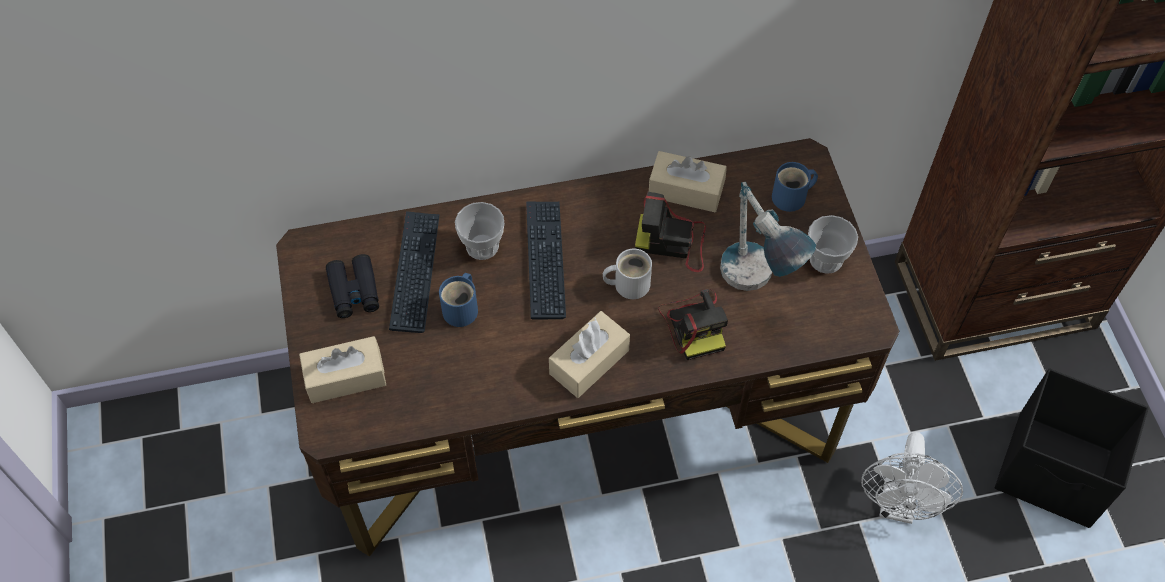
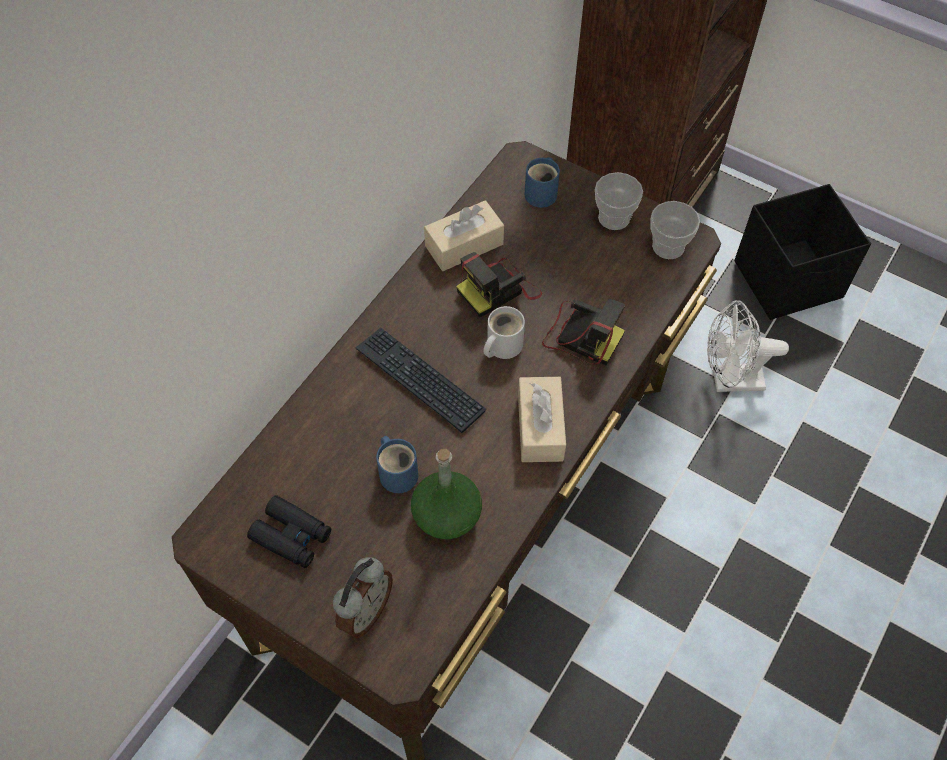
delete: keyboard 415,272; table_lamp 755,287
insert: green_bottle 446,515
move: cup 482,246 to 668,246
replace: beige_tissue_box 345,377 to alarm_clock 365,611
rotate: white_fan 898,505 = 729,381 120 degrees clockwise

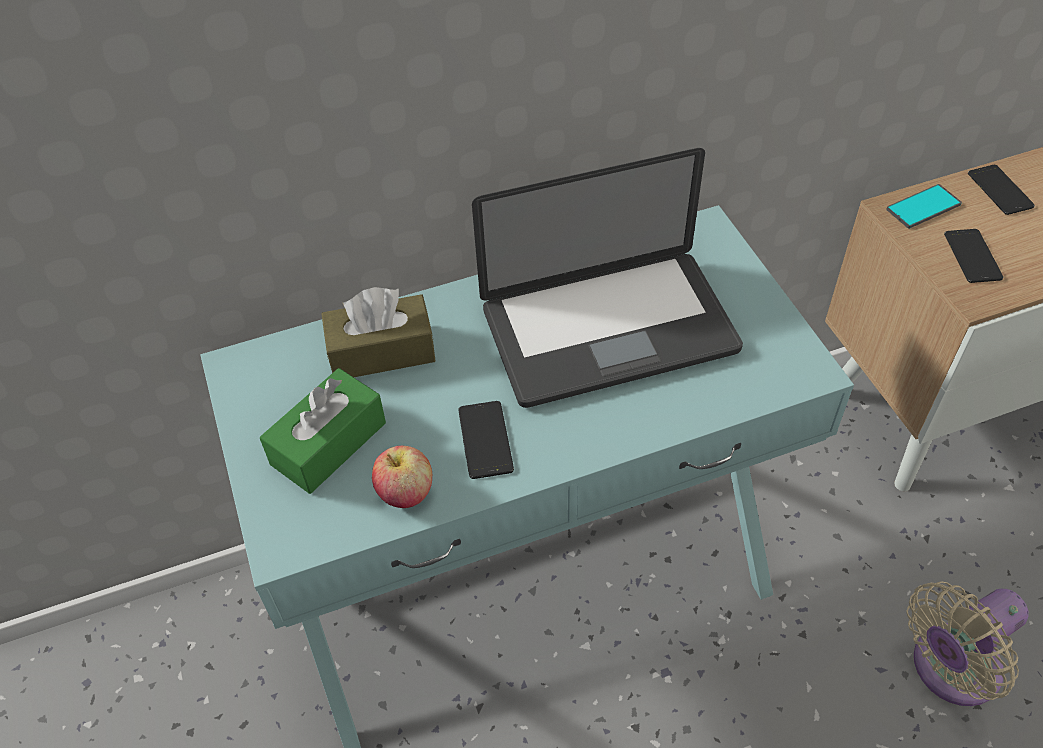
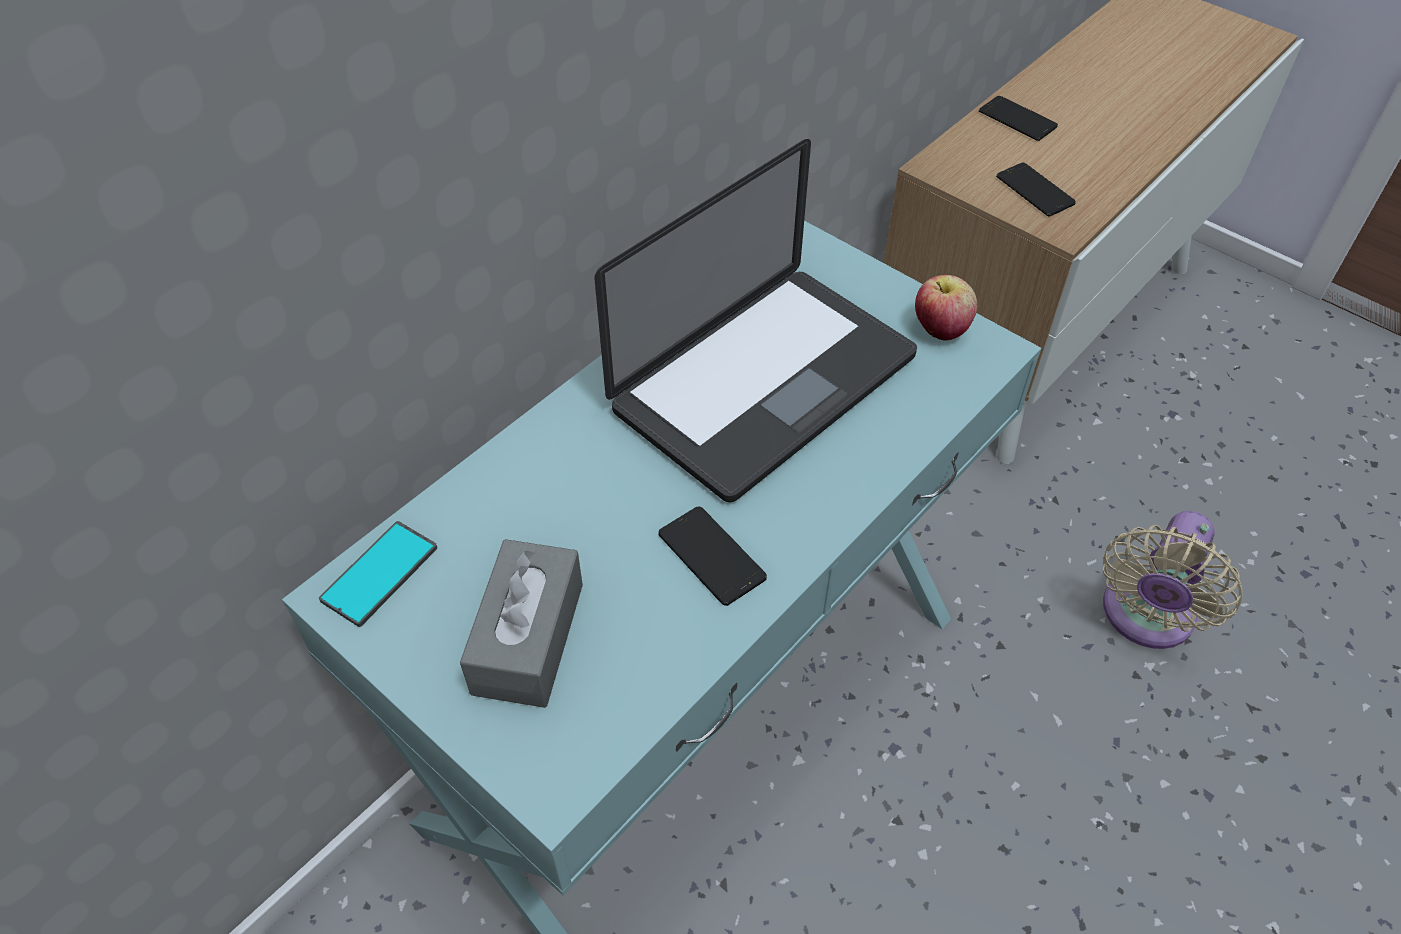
delete: brown_tissue_box 381,351
move: apple 406,493 to 940,329; phone 923,207 to 379,574
recolor: green_tissue_box 328,443 to grey_tissue_box 528,638

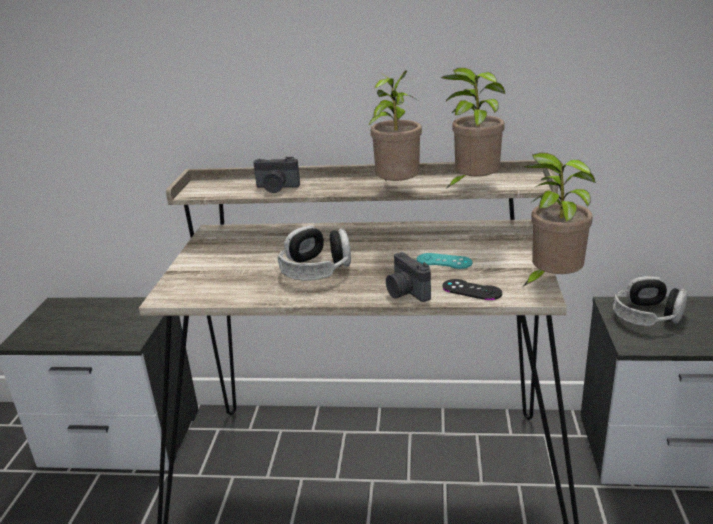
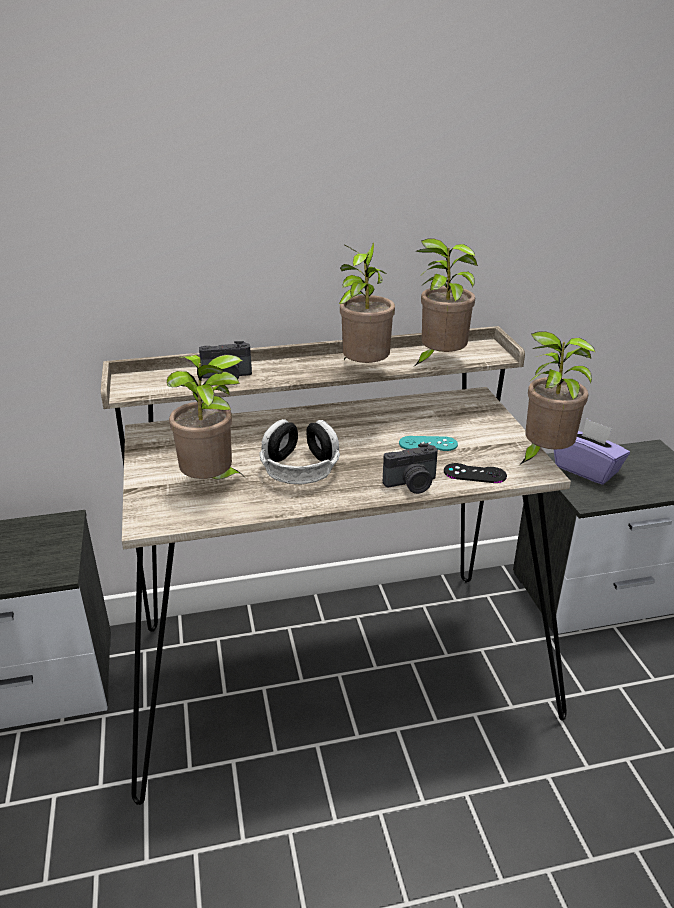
insert: potted_plant 212,483
replace: headphones 647,315 to purple_tissue_box 586,469
rotate: photo_camera 405,292 = 412,484 60 degrees counterclockwise

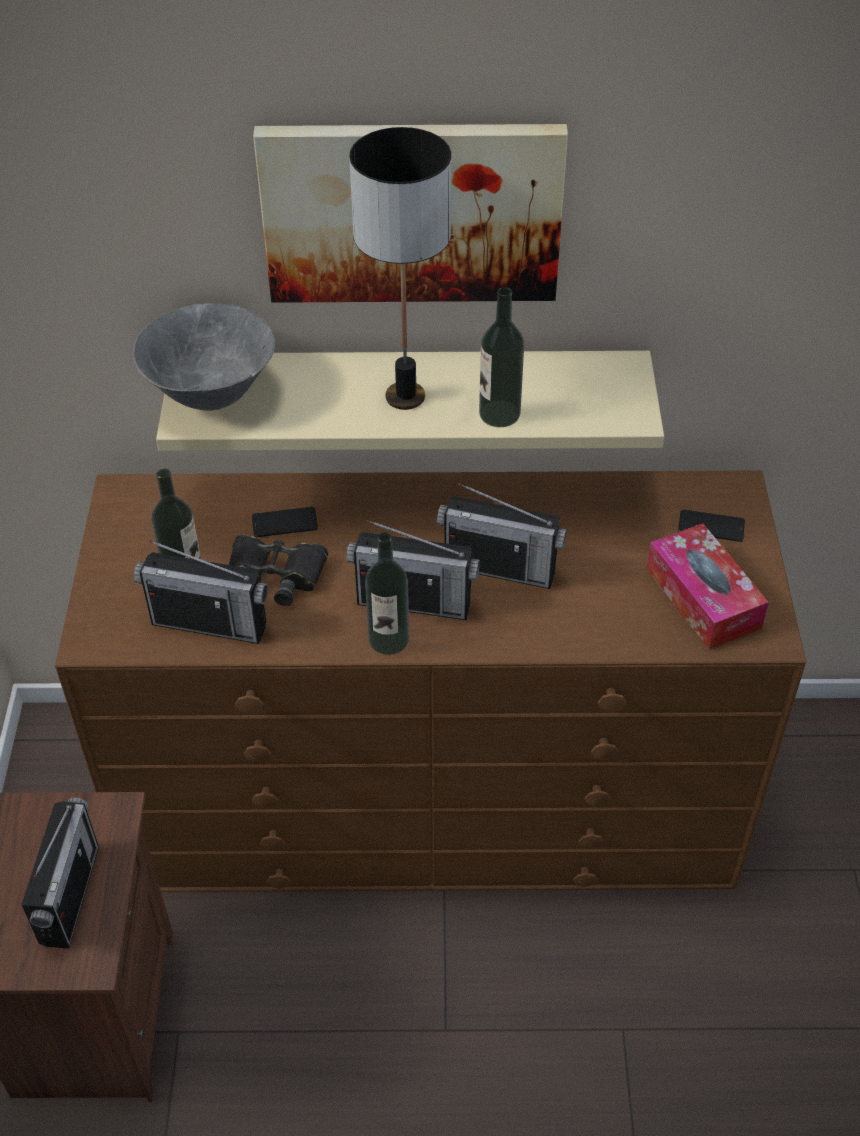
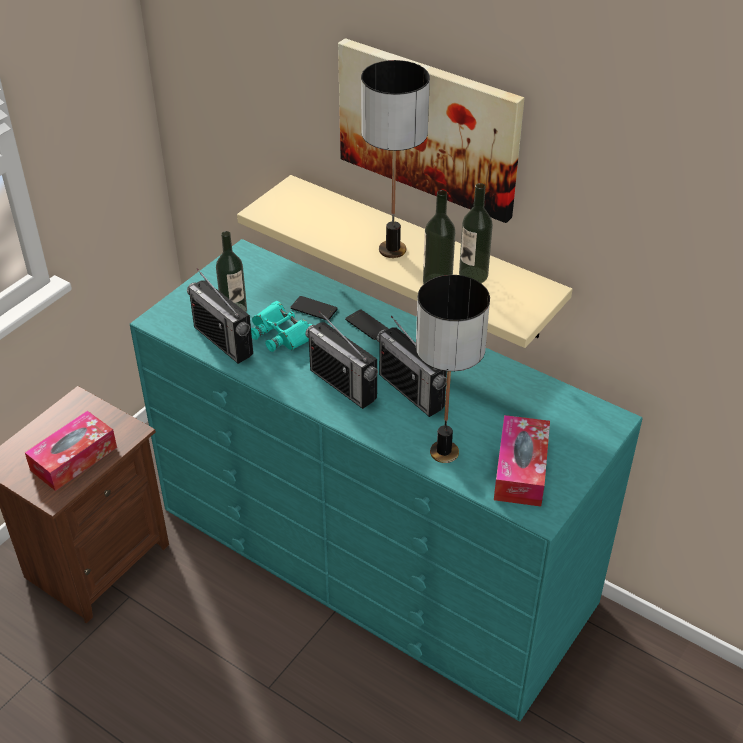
delete: grey_bowl 212,395
insert: table_lamp 443,452
move: bottle 388,639 to 473,275; phone 711,526 to 367,325
replace: radio 70,895 to tissue_box 74,459
recolor: brown_dresser 432,796 to turquoise_dresser 374,555; black_binoculars 275,575 to turquoise_binoculars 281,333

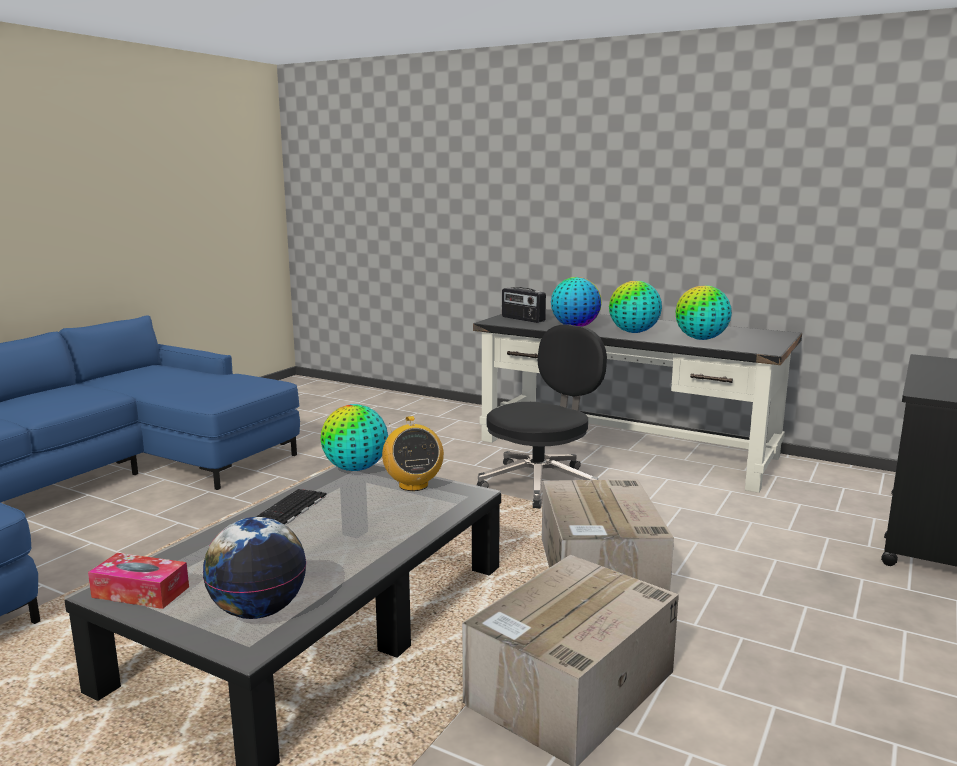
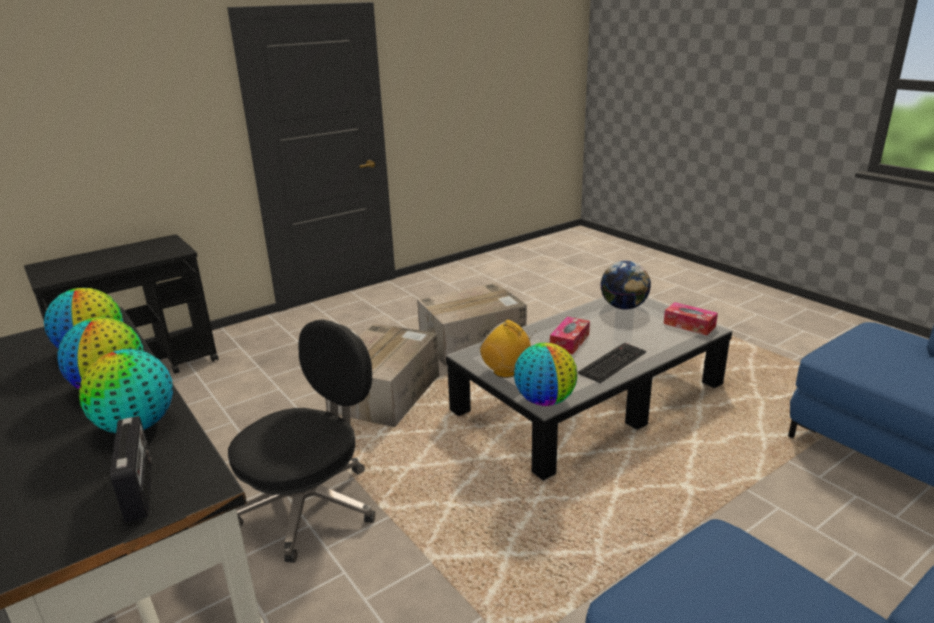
insert: tissue_box 569,342
rotate: radio 413,485 = 506,371 60 degrees counterclockwise; black_office_chair 541,483 = 311,506 150 degrees clockwise

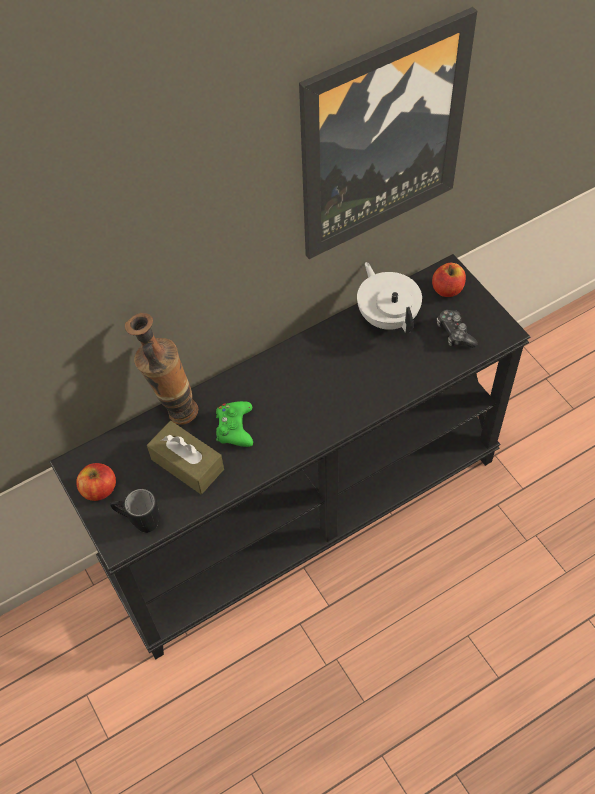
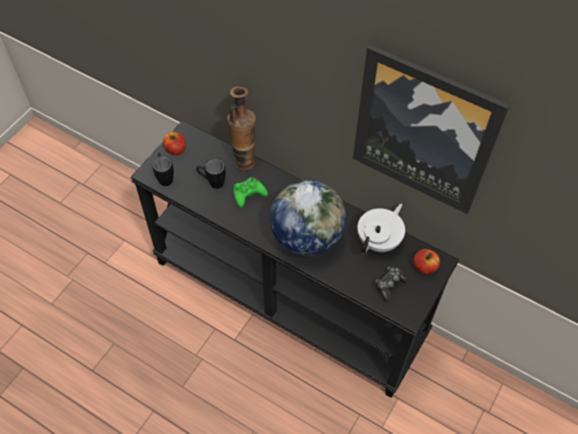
insert: globe 306,237
replace: brown_tissue_box 187,464 to black_mug 212,182

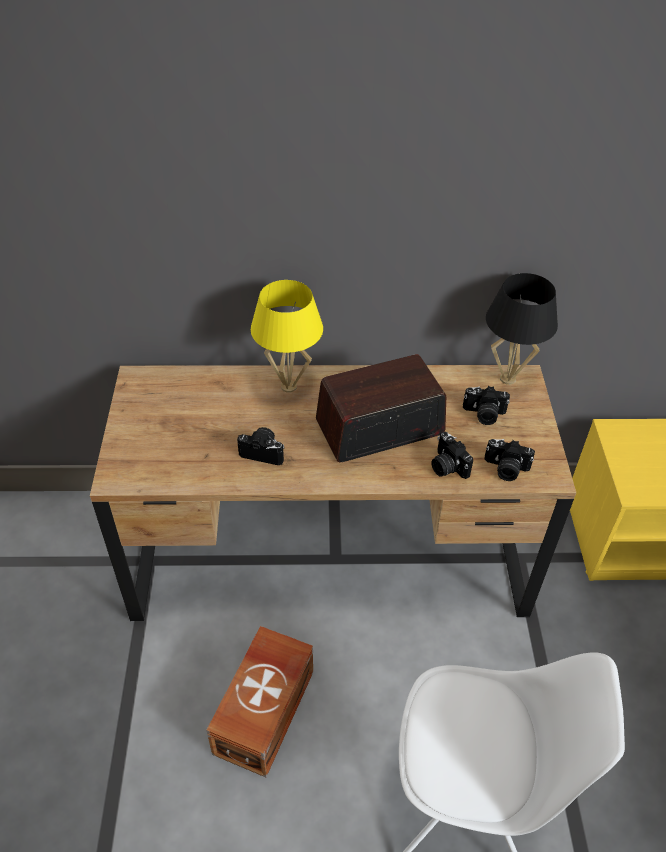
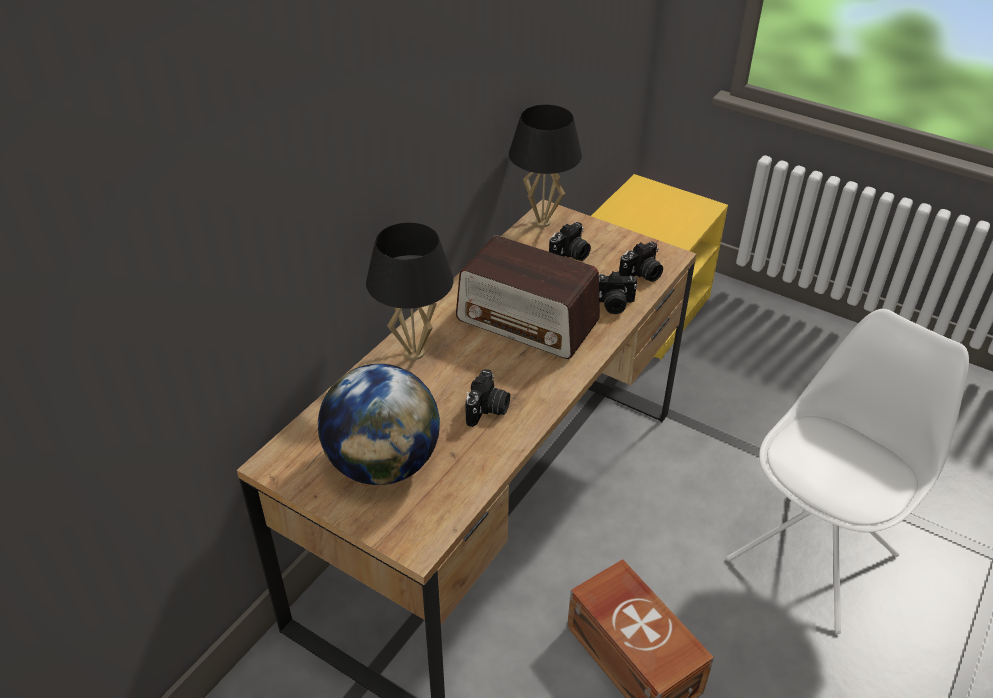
insert: globe 383,464
recolor: yellow_table_lamp 289,387 to black_table_lamp 415,353
rotate: photo_camera 263,452 = 488,410 150 degrees clockwise; radio 379,428 = 528,321 75 degrees counterclockwise

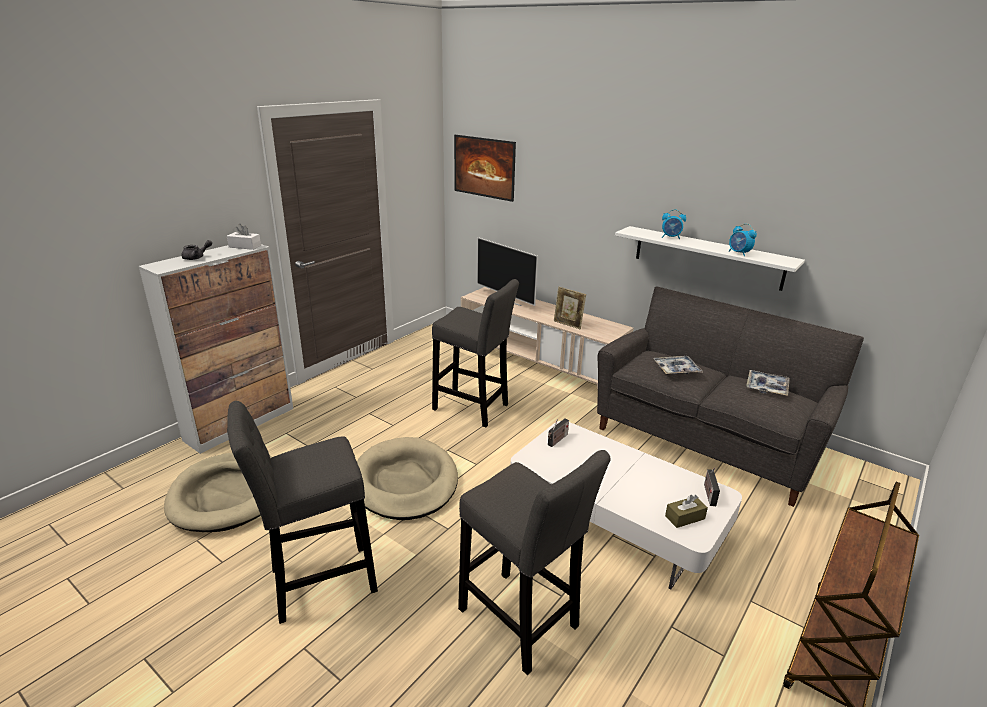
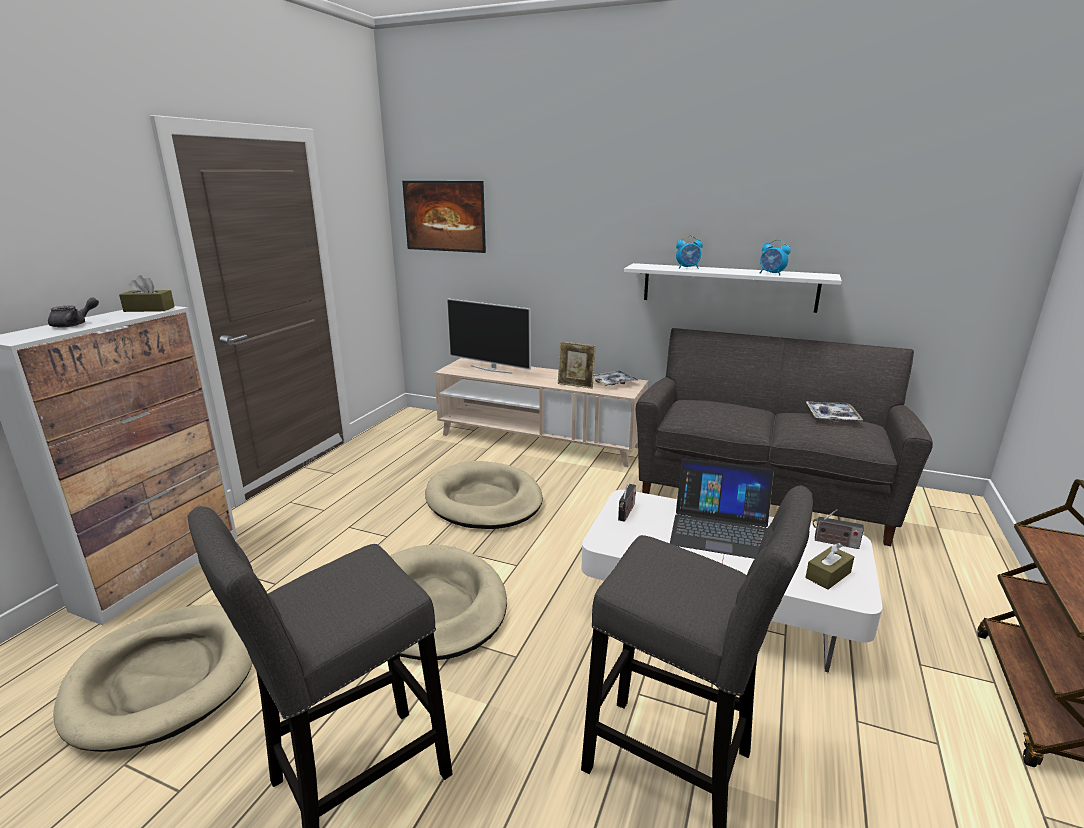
insert: laptop 720,529
move: tray 676,369 to 613,382
replace: grey_stool 473,409 to beige_dog_bed 484,500
recolor: white_tissue_box 245,246 to brown_tissue_box 149,309
rotate: radio 709,494 = 834,543 60 degrees counterclockwise

